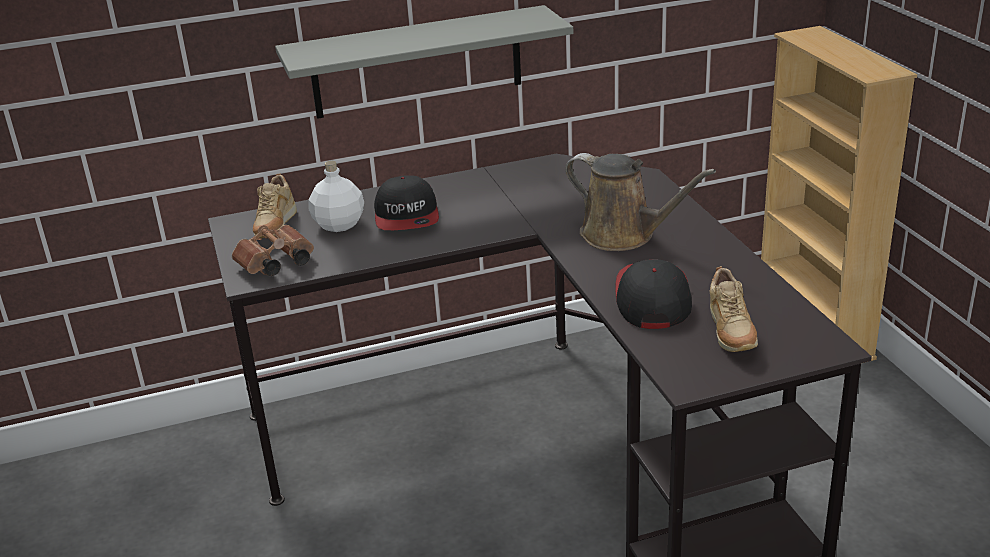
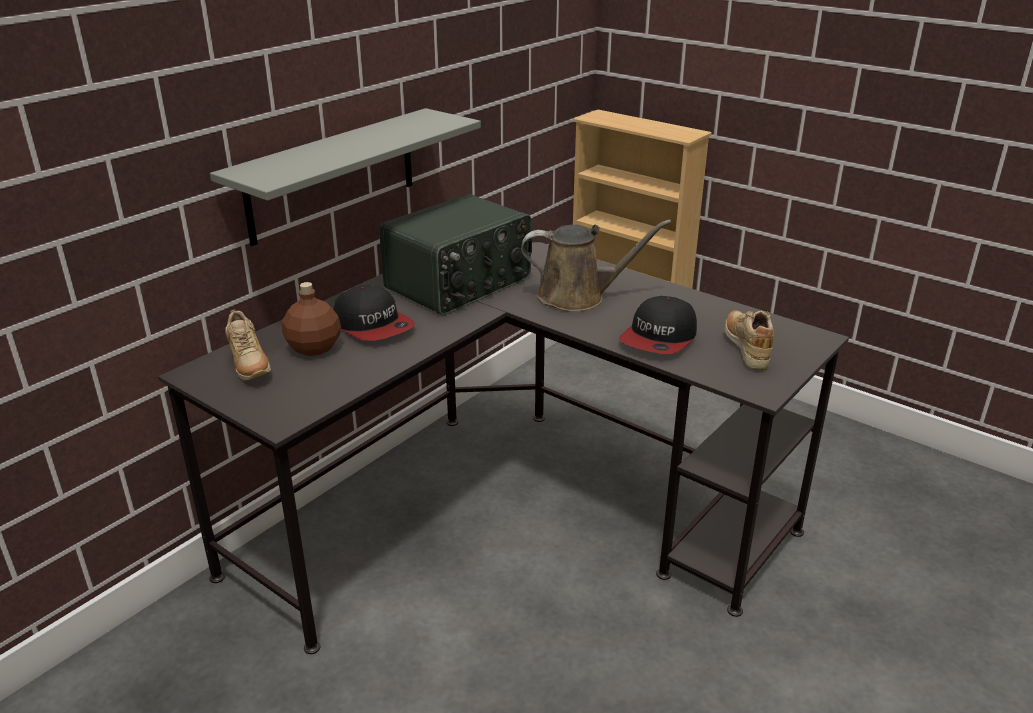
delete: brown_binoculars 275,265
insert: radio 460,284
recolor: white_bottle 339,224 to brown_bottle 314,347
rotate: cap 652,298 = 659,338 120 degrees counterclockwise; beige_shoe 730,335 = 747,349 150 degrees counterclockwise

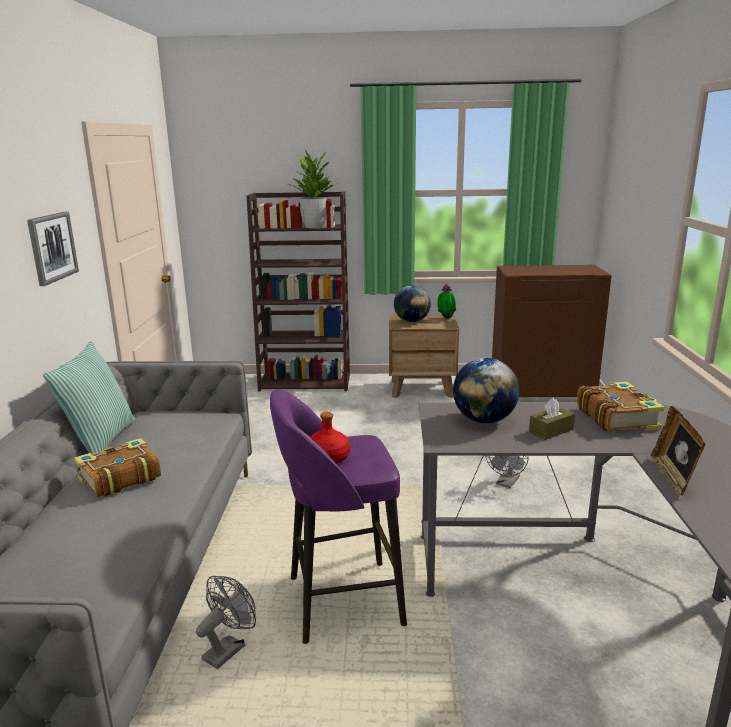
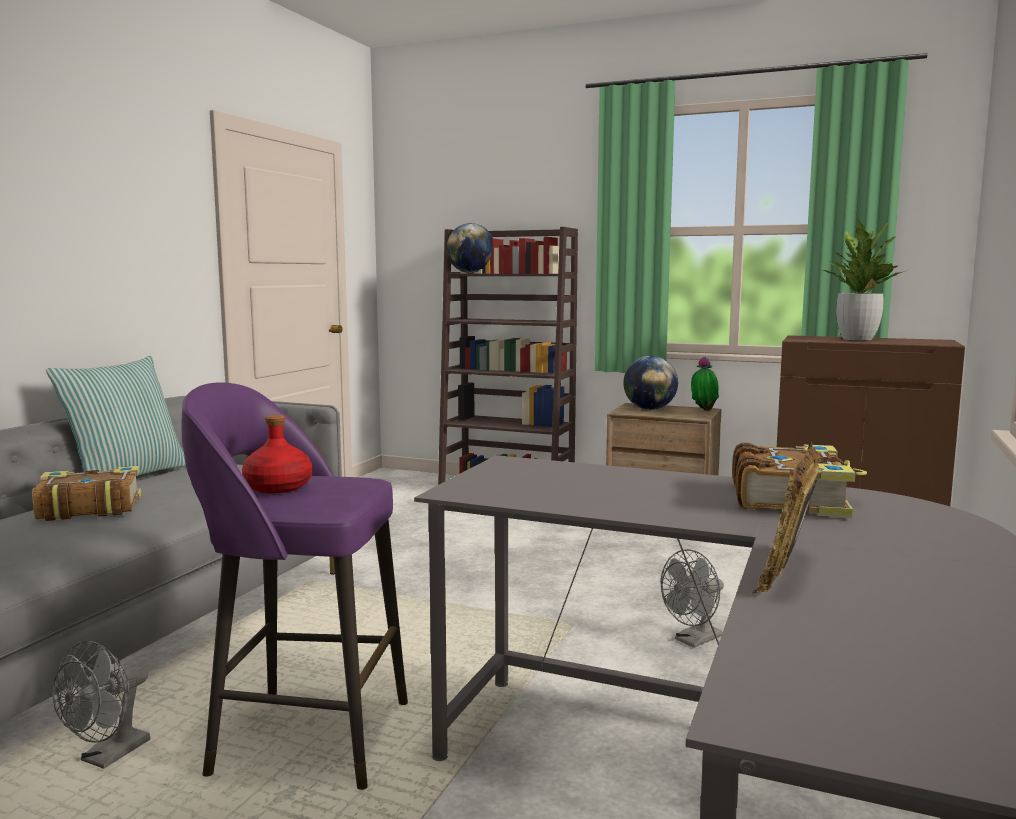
delete: picture 52,247; brown_tissue_box 551,431
move: potted_plant 314,227 to 857,339; globe 484,420 to 471,273
rotate: grey_fan 228,648 = 108,757 150 degrees clockwise

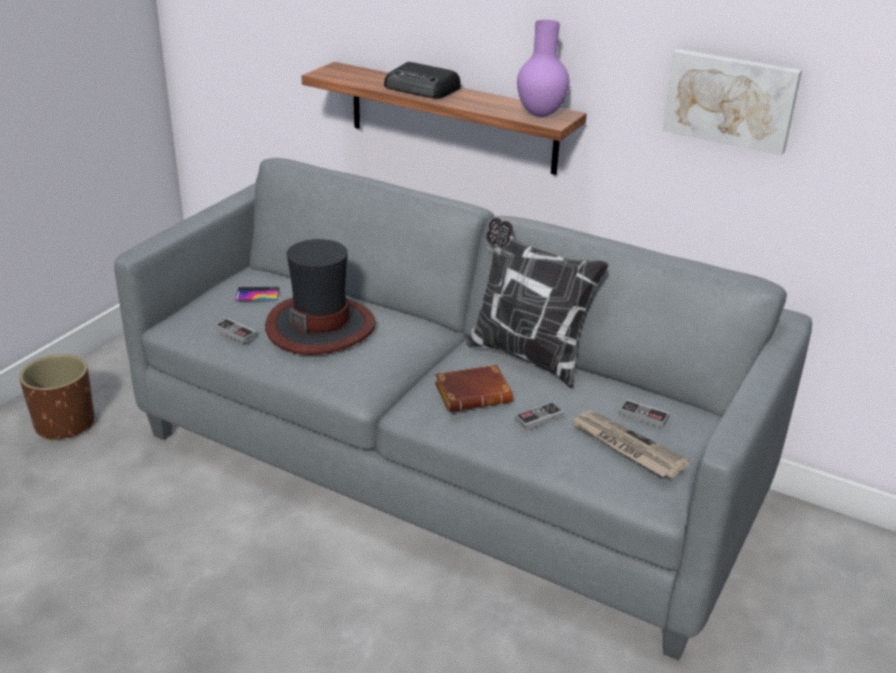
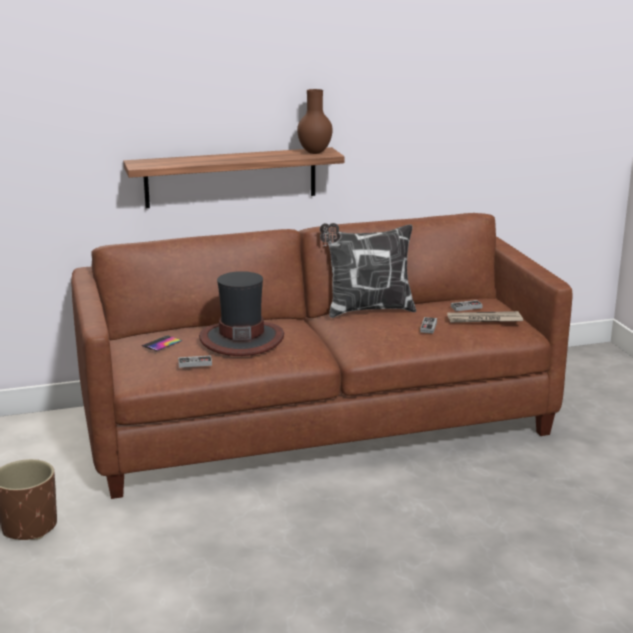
delete: radio 422,89; brown_book 474,393; picture 731,99
recolor: grey_sofa 446,466 to brown_sofa 317,422; purple_vase 540,115 to brown_vase 315,153

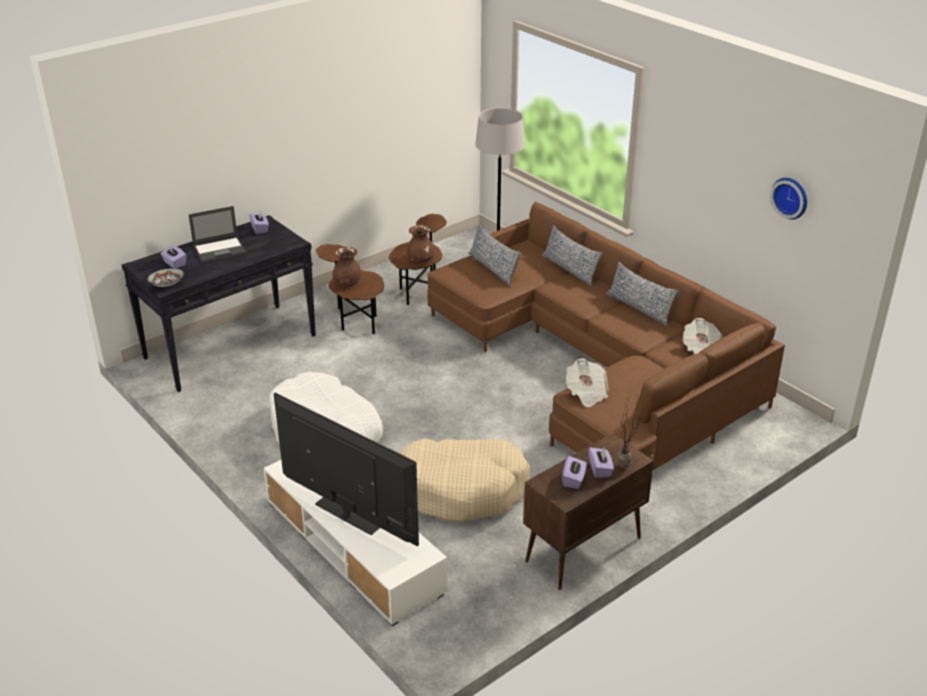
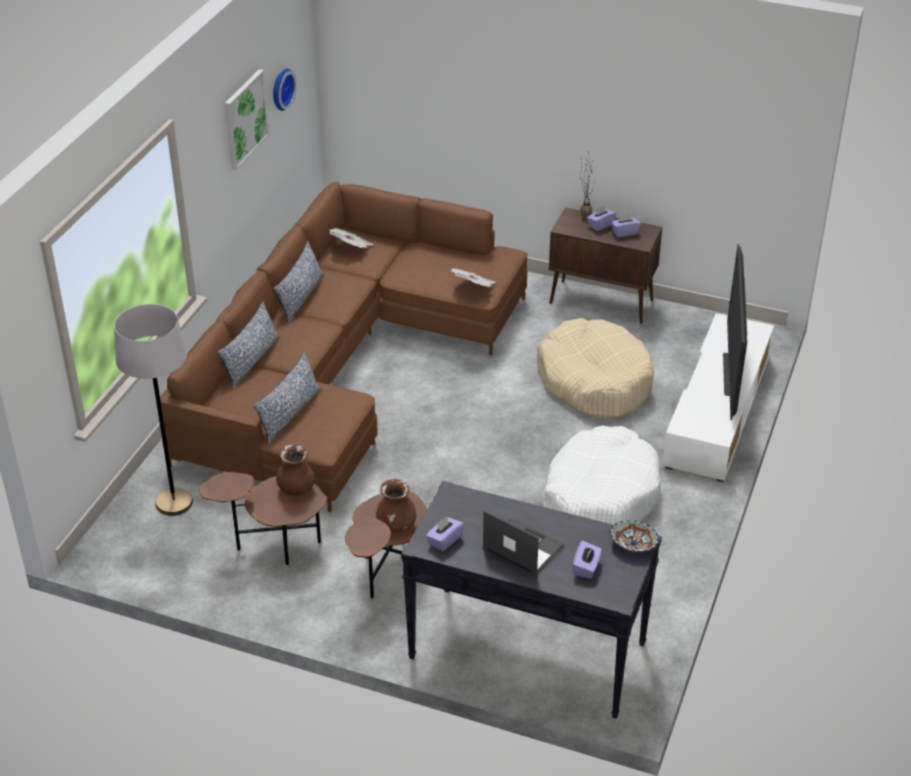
insert: picture 245,119

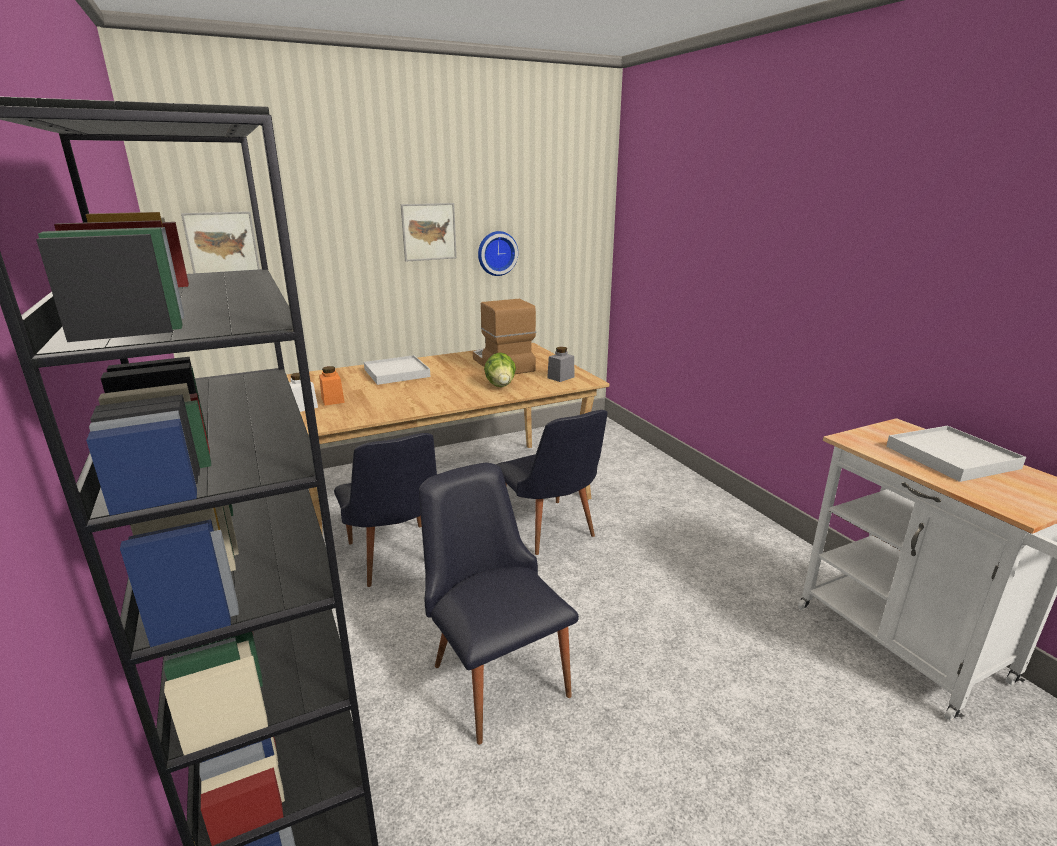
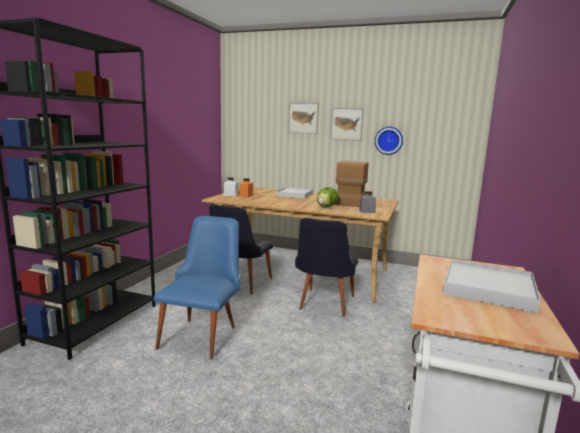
move: picture 222,244 to 303,118
recolor: black_chair 494,670 to blue_chair 203,334

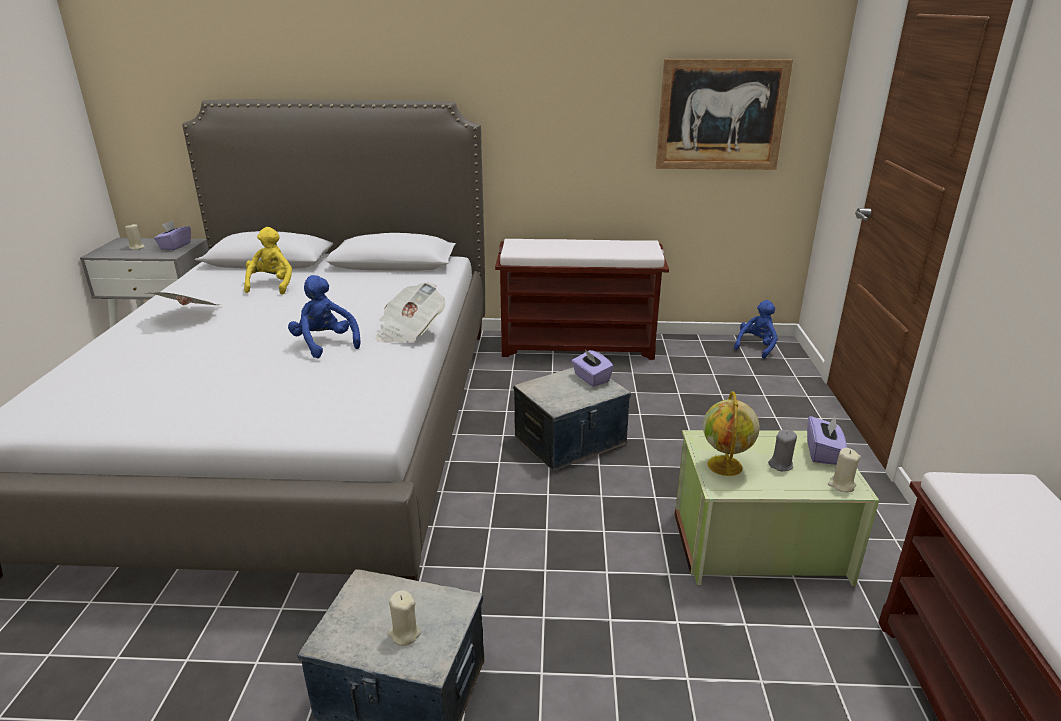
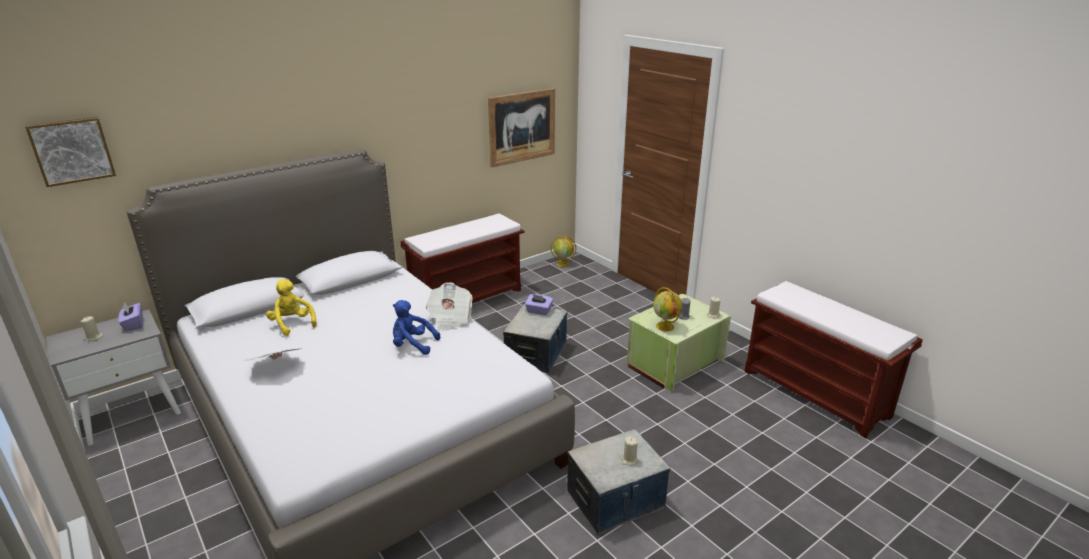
delete: purple_tissue_box 823,453
insert: picture 72,150
replace: blue_plush_toy 756,347 to globe 563,264

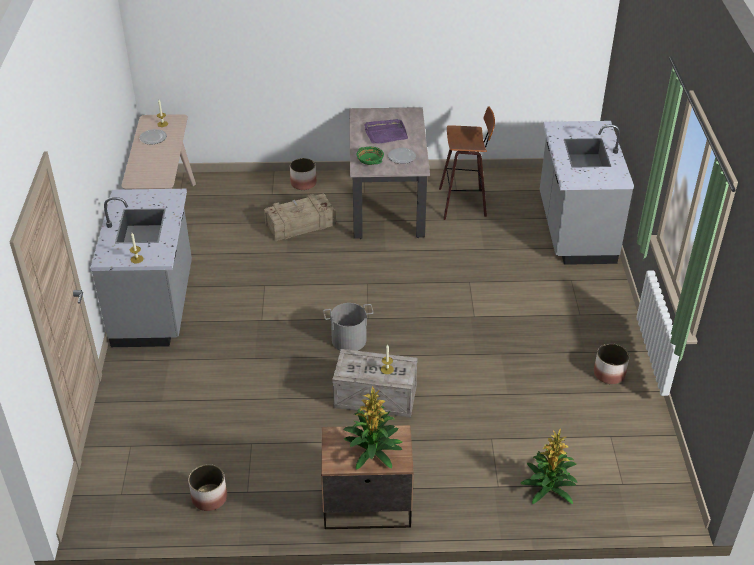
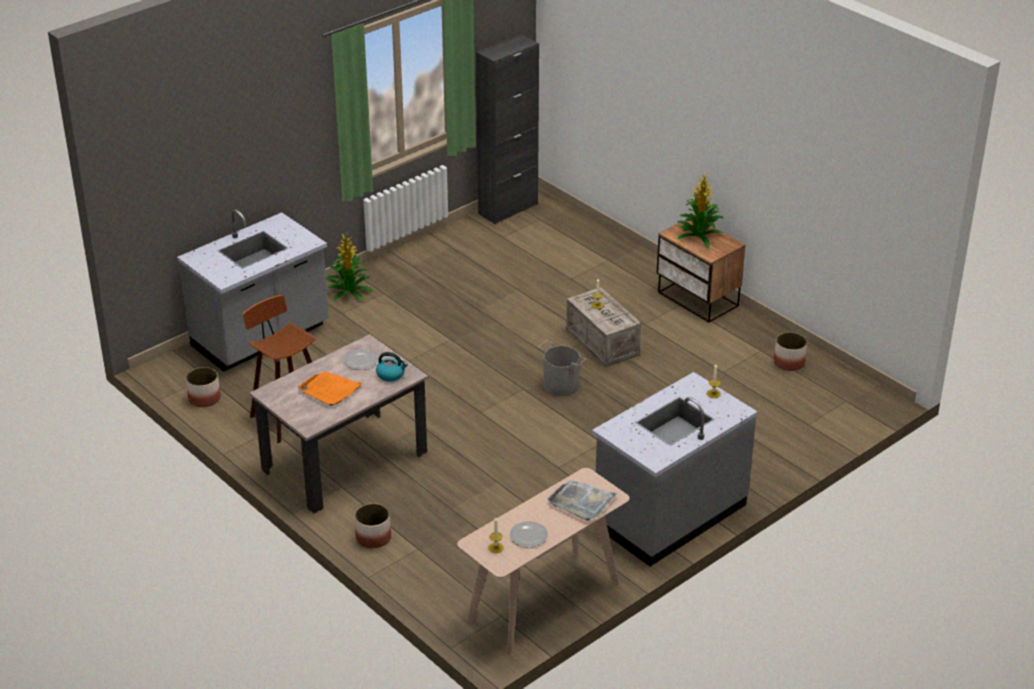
delete: crate 300,224
insert: black_cabinet 508,209; grey_tray 581,502
move: potted_plant 548,486 to 349,292; planter 609,374 to 205,398
replace: green_bowl 370,161 to kettle 391,375
recolor: purple_tray 385,133 to orange_tray 330,390

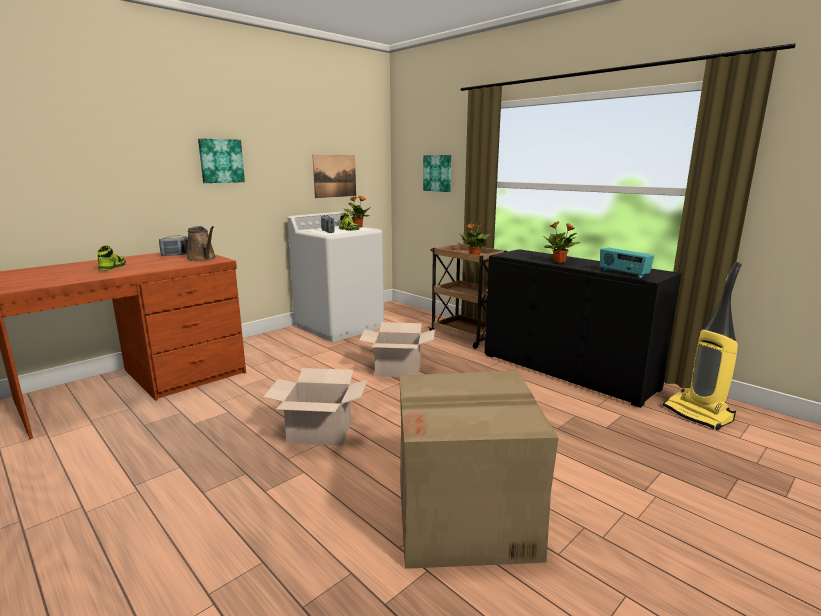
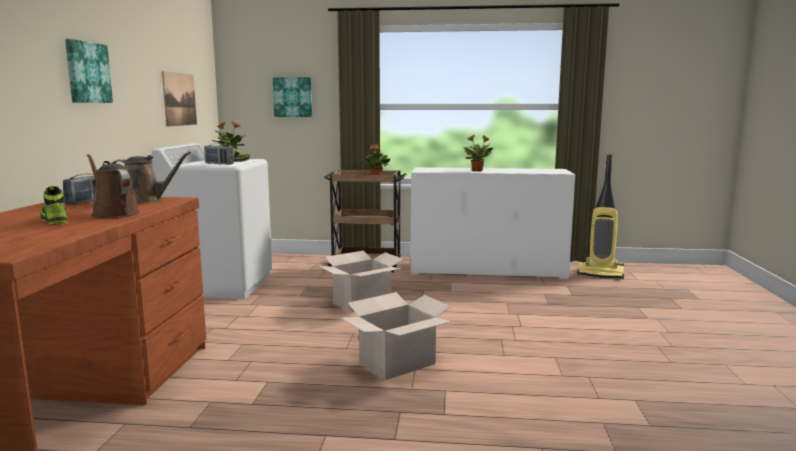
delete: cardboard_box 466,516; radio 623,273
insert: brown_watering_can 113,214
recolor: black_cabinet 566,371 to white_cabinet 487,270

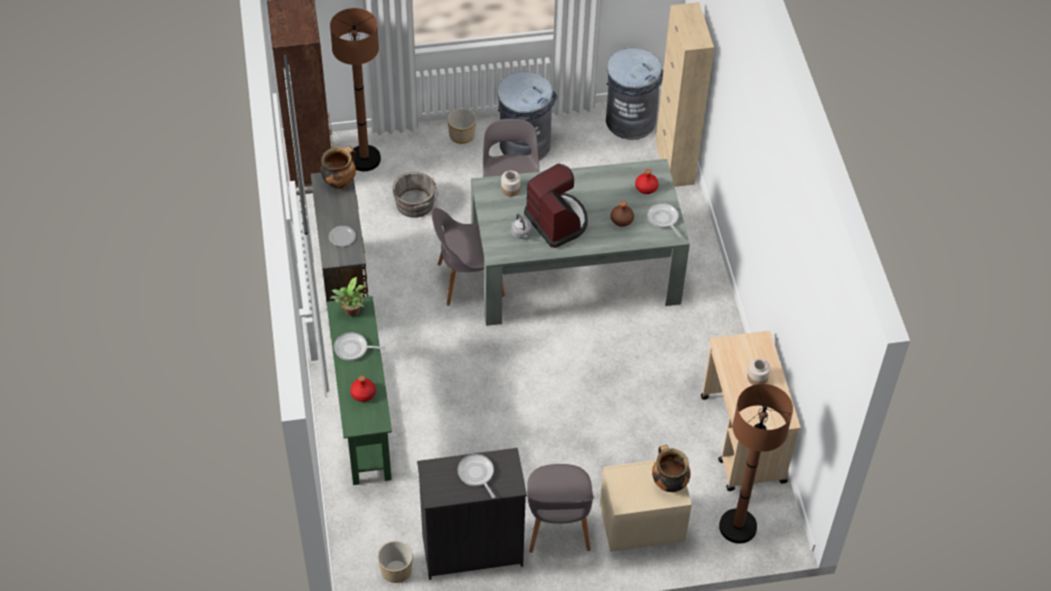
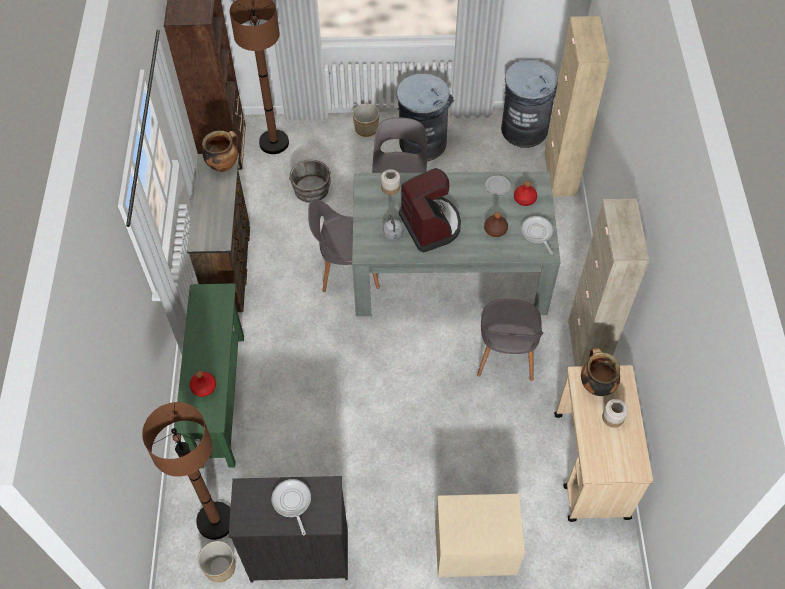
delete: potted_plant 351,312; frying_pan 353,349
insert: beige_cabinet 586,348
move: plate 341,237 to 497,186; grey_chair 558,525 to 505,354; cooking_pot 668,483 to 596,385; brown_floor_lamp 737,527 to 215,521

